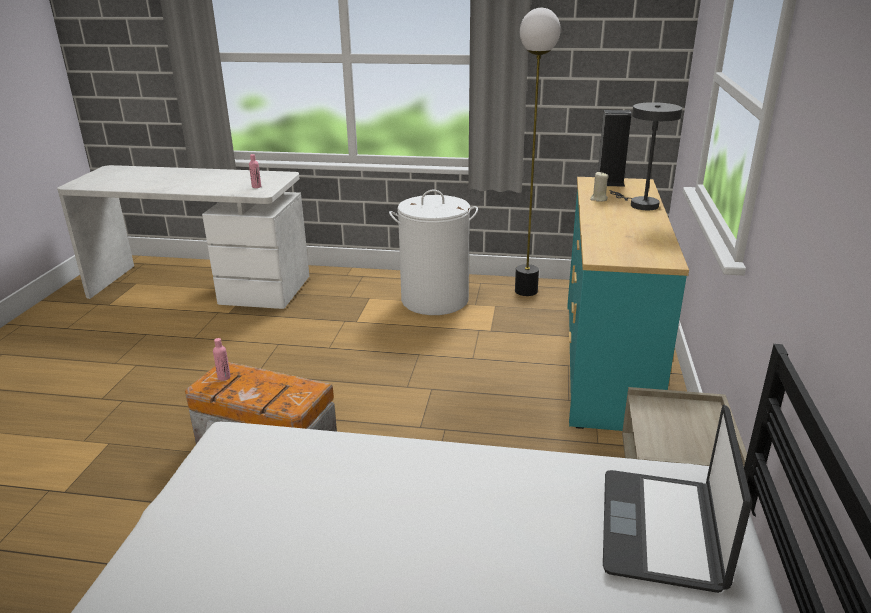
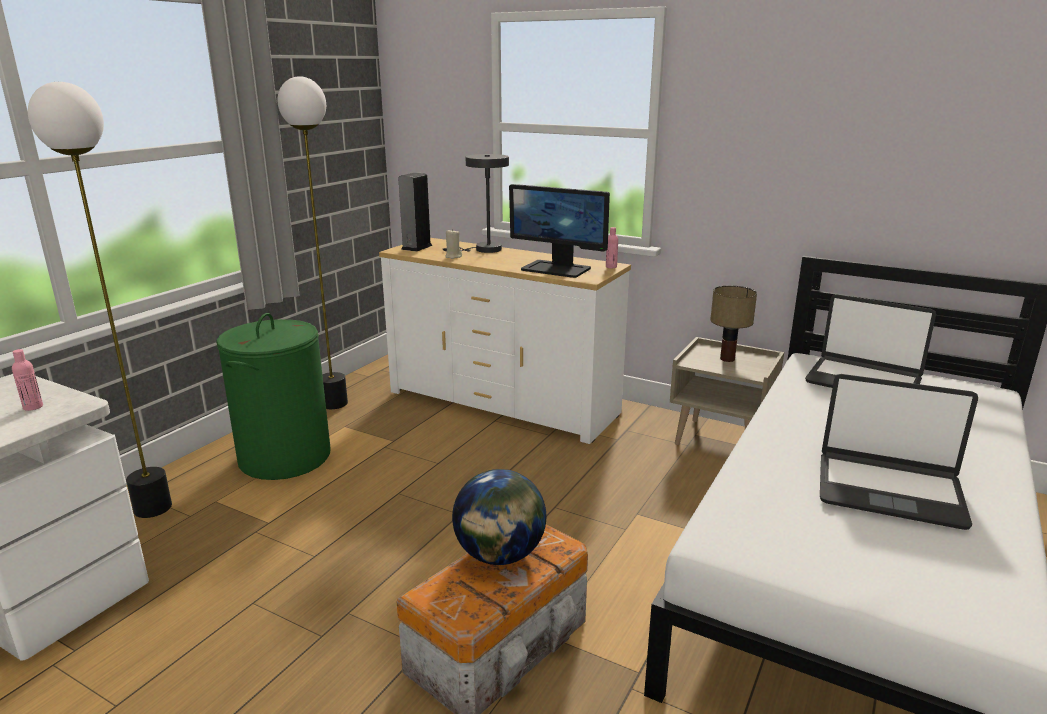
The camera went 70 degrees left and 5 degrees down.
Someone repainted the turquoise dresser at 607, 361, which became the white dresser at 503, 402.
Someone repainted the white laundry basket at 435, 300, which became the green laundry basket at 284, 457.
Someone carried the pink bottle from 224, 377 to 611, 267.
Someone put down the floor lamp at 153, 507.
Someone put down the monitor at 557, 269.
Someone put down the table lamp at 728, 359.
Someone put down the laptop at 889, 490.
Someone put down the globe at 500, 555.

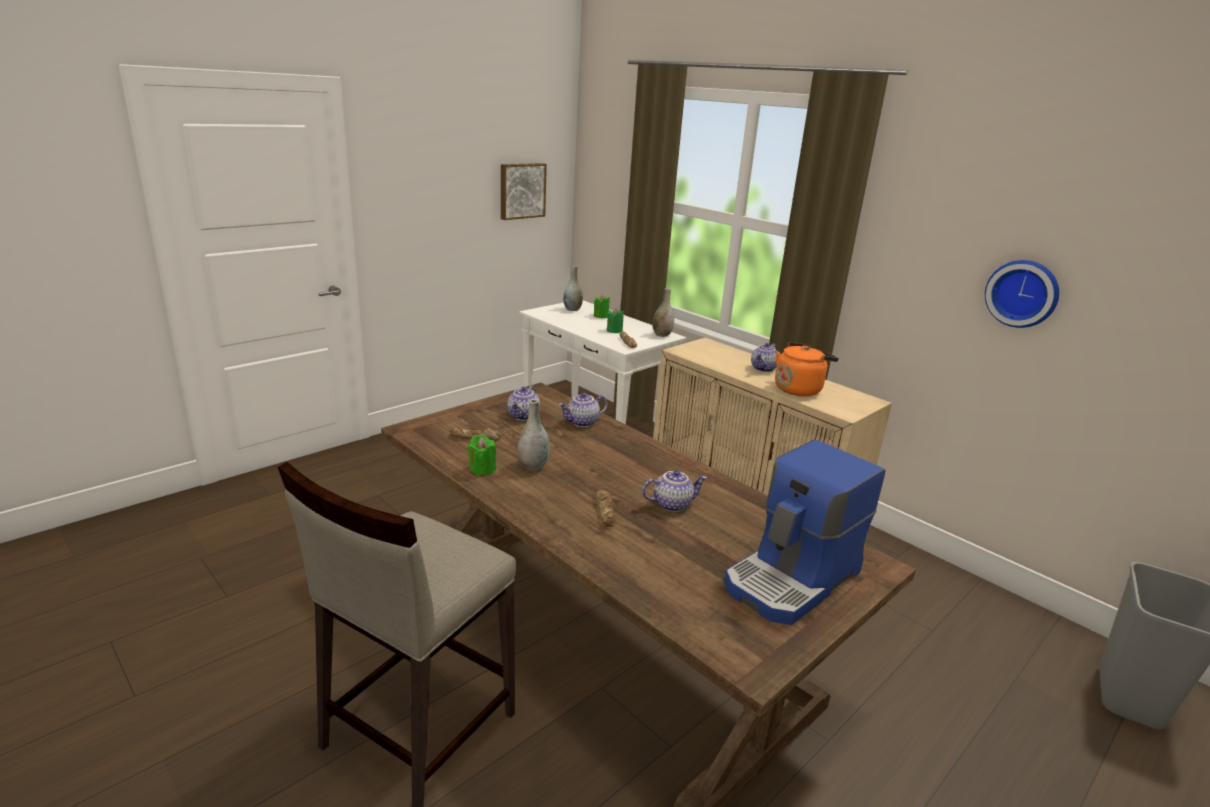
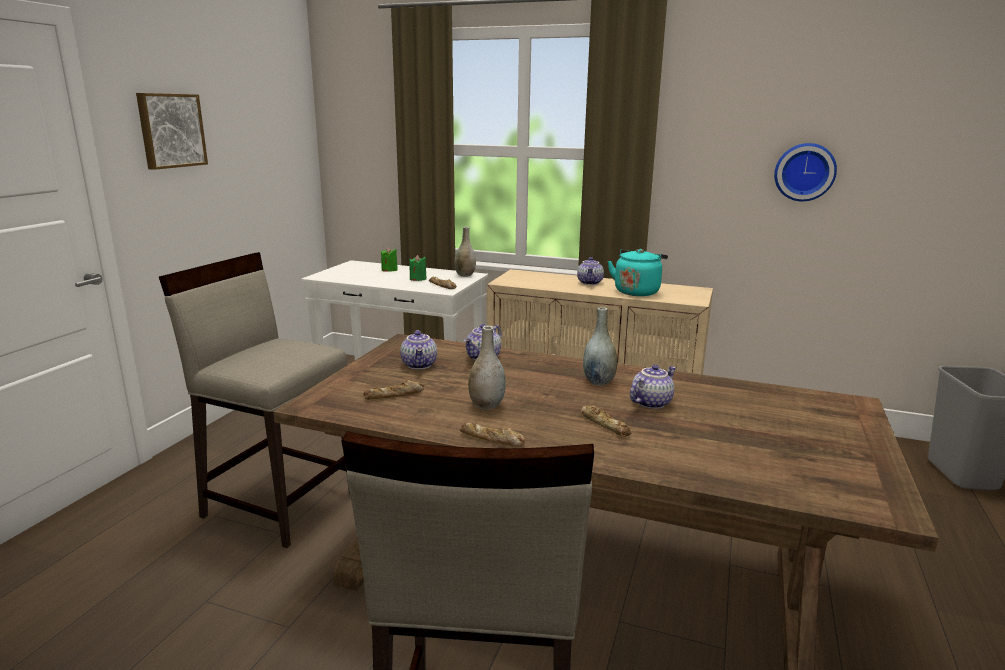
The camera went 25 degrees left and 5 degrees down.
Someone carried the picture from 521, 190 to 170, 130.
Someone carried the grey vase from 572, 309 to 598, 382.
Someone repainted the orange kettle at 799, 389, which became the turquoise kettle at 637, 291.
Someone took away the green candle at 482, 470.
Someone took away the coffee machine at 793, 580.
Someone put down the beige stool at 280, 503.
Someone put down the bread at 492, 439.

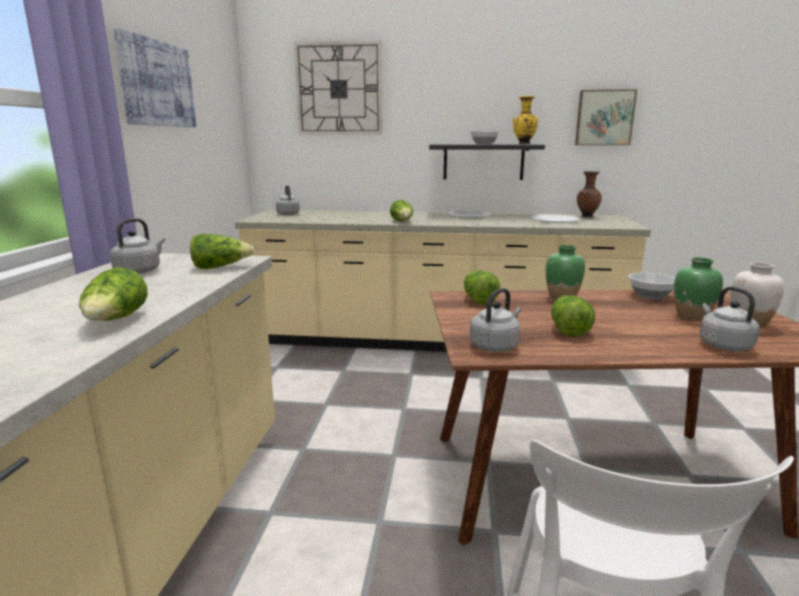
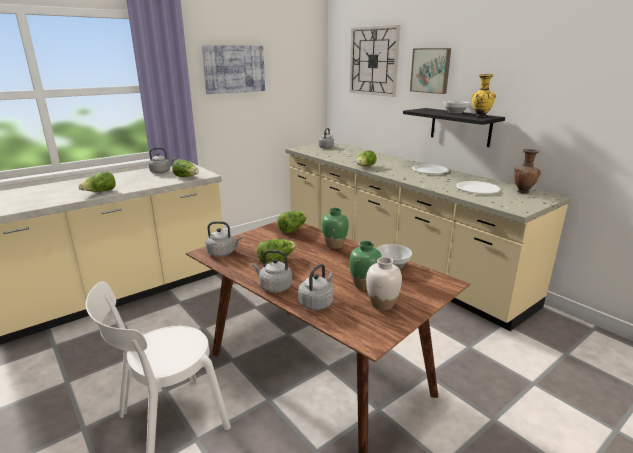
The camera went 45 degrees right and 5 degrees up.
Someone carried the picture from 604, 118 to 431, 70.
Someone put down the grey kettle at 274, 287.

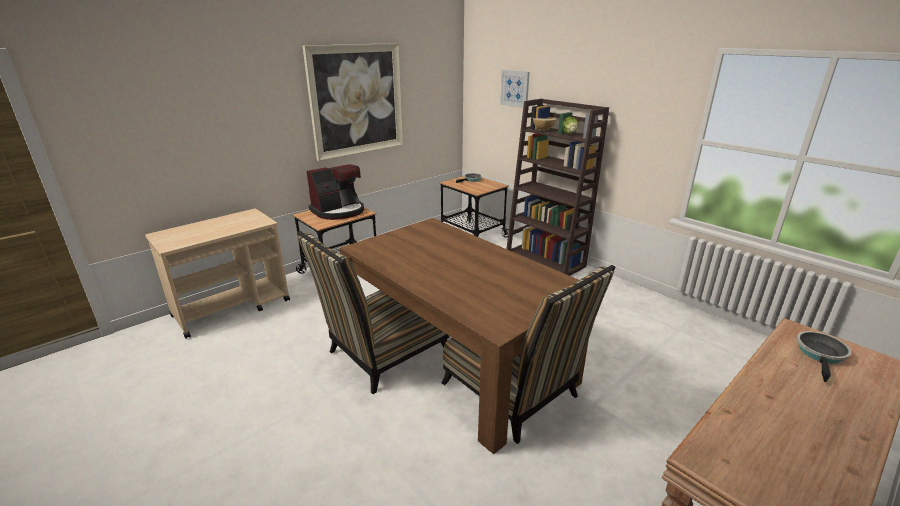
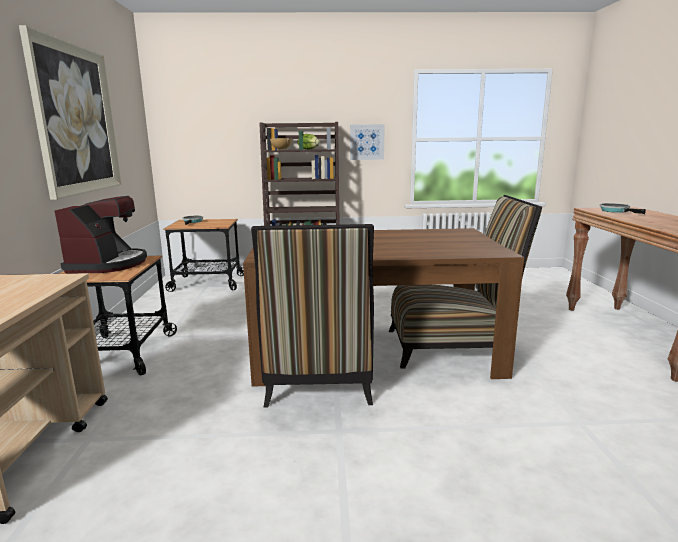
The camera went 50 degrees left and 10 degrees down.
Someone carried the picture from 515, 88 to 367, 142.

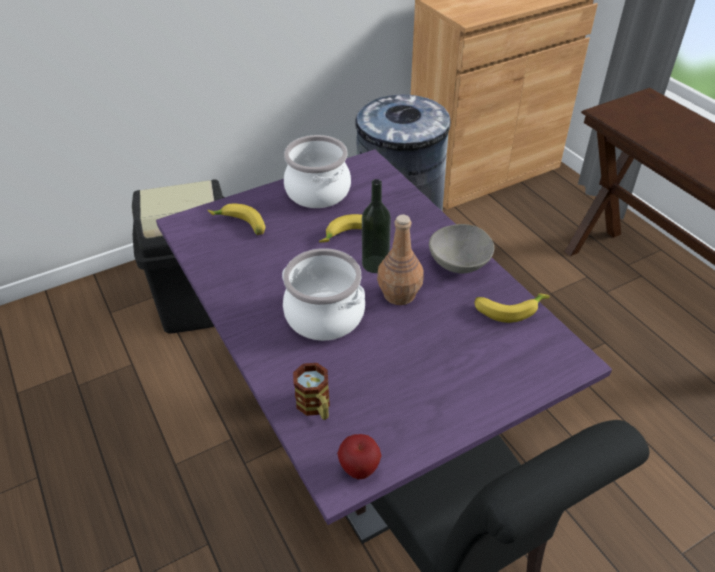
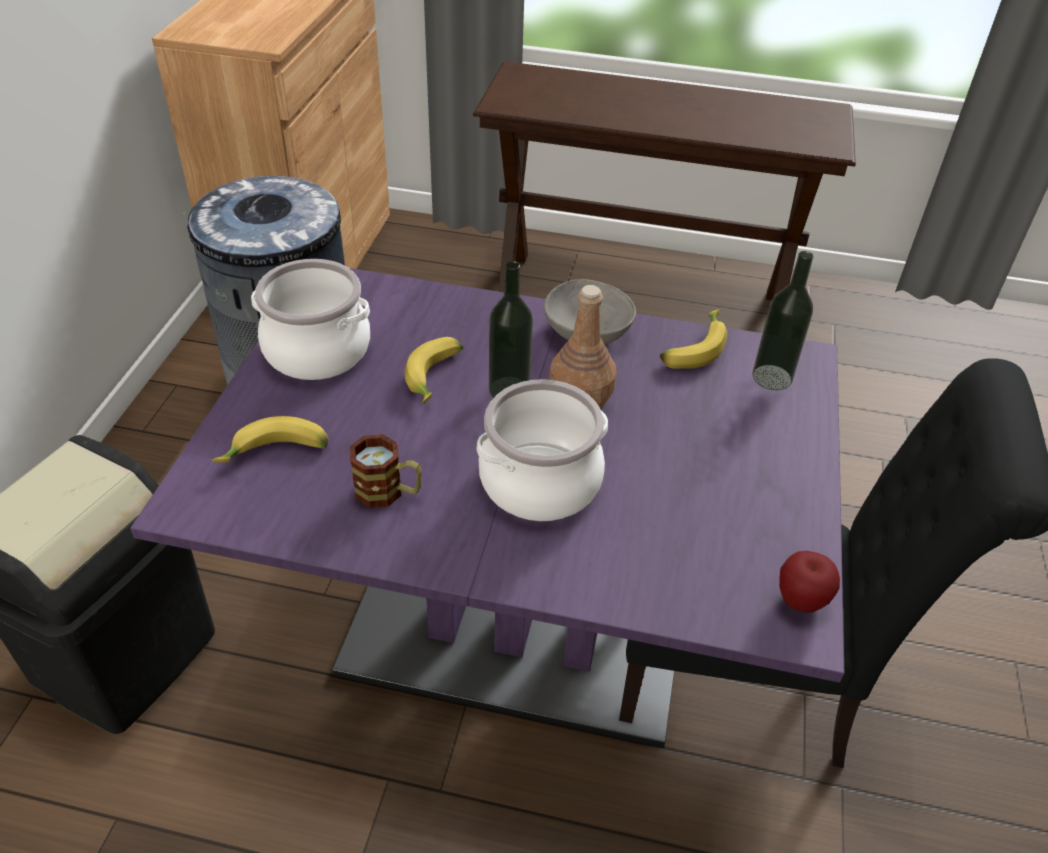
The camera went 50 degrees left and 0 degrees up.
Someone carried the mug from 316, 407 to 388, 492.
Someone put down the bottle at 772, 377.

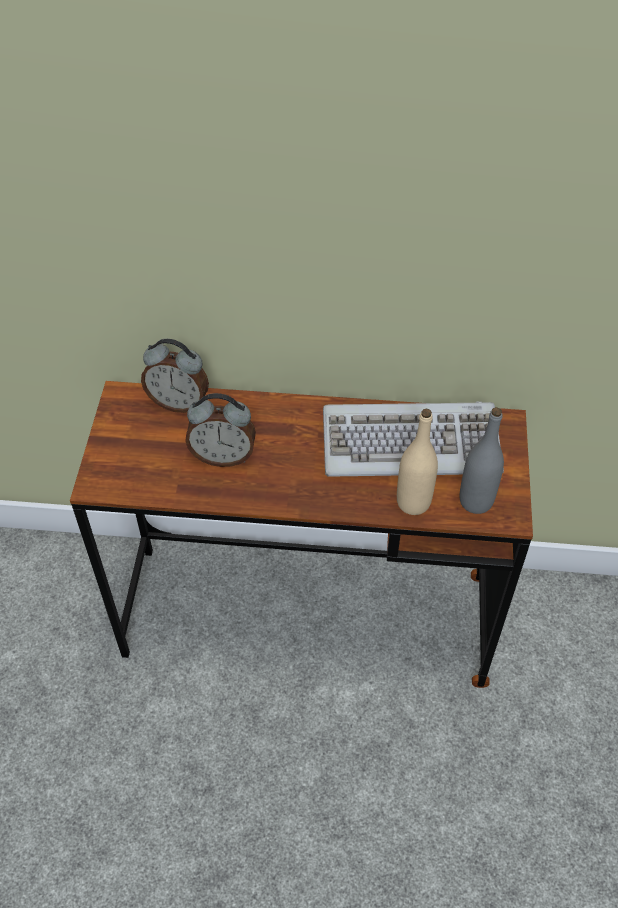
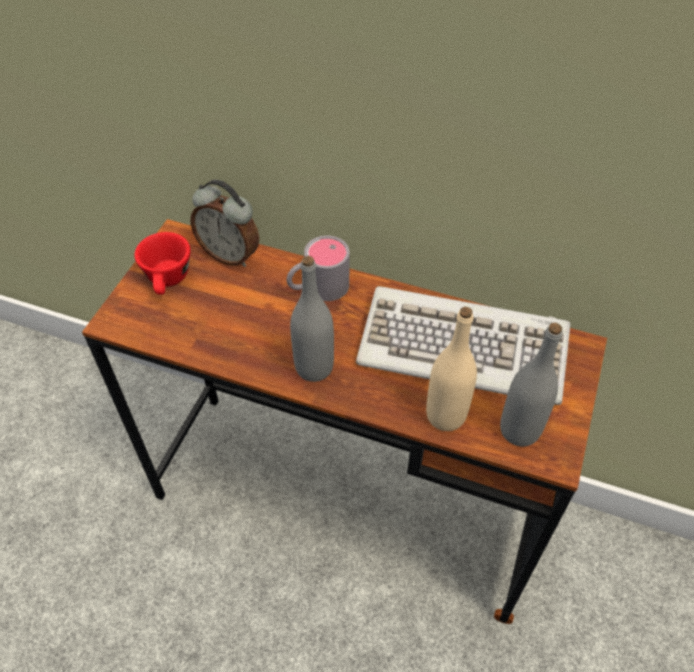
The camera went 15 degrees right and 0 degrees up.
Someone took away the alarm clock at 223, 456.
Someone put down the red cup at 168, 281.
Someone put down the grey mug at 318, 288.
Someone put down the grey bottle at 314, 367.

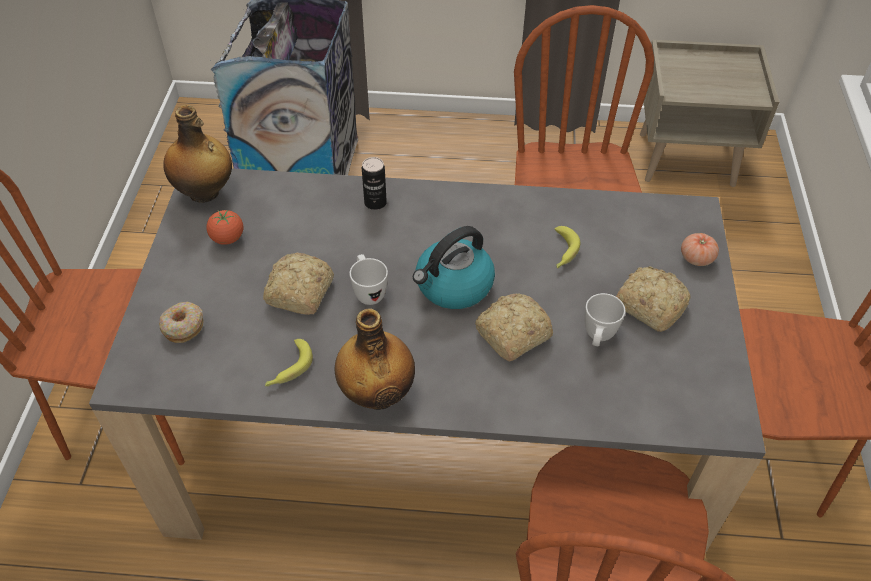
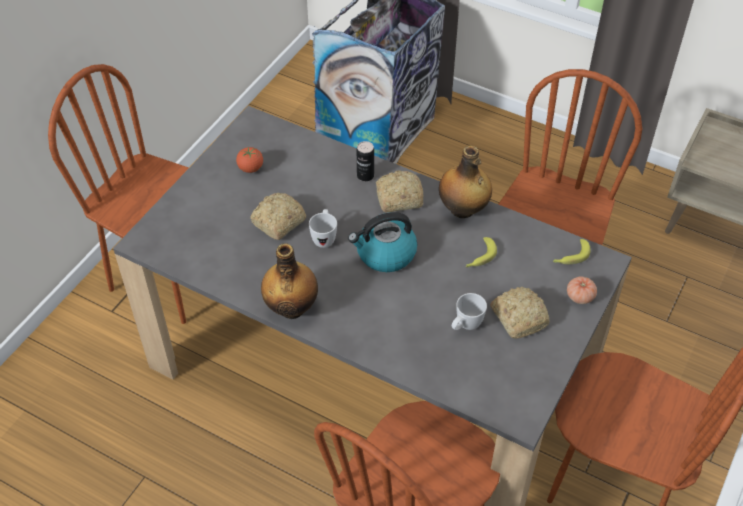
The camera went 25 degrees right and 0 degrees up.
Someone carried the bottle from 205, 193 to 463, 210.
Someone carried the bread from 511, 335 to 397, 198.
Someone took away the donut at 183, 326.
Someone carried the banana from 288, 369 to 570, 256.

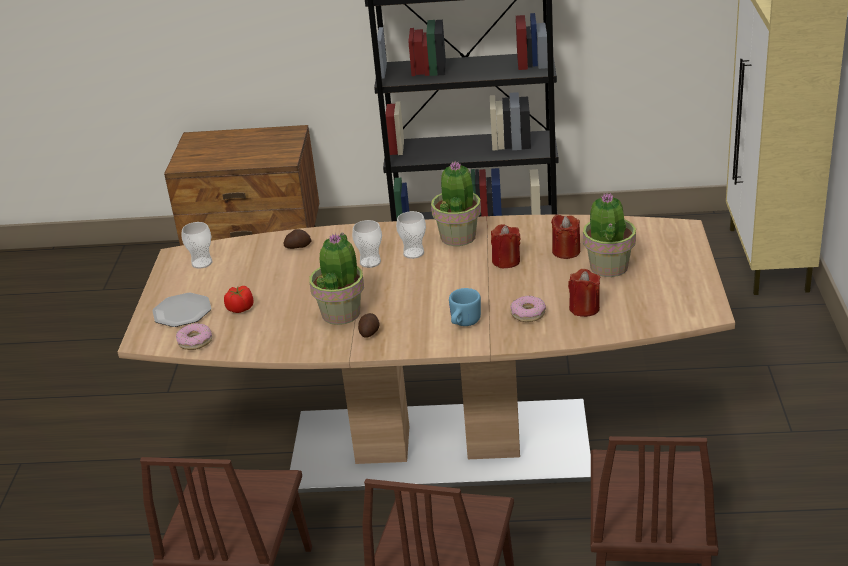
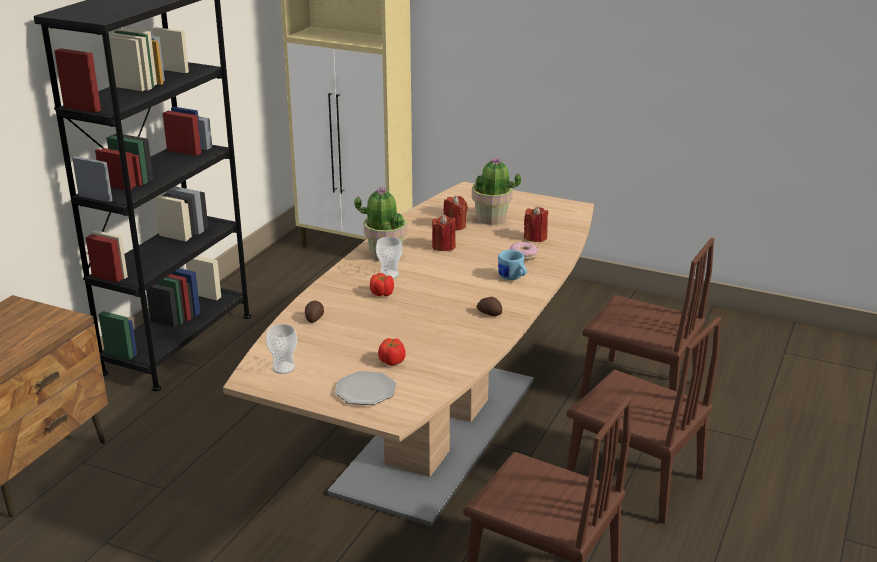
The camera went 70 degrees left and 5 degrees down.
Someone swapped the cup at 370, 262 for the tomato at 382, 293.
Someone took away the potted plant at 342, 313.
Someone took away the donut at 195, 341.

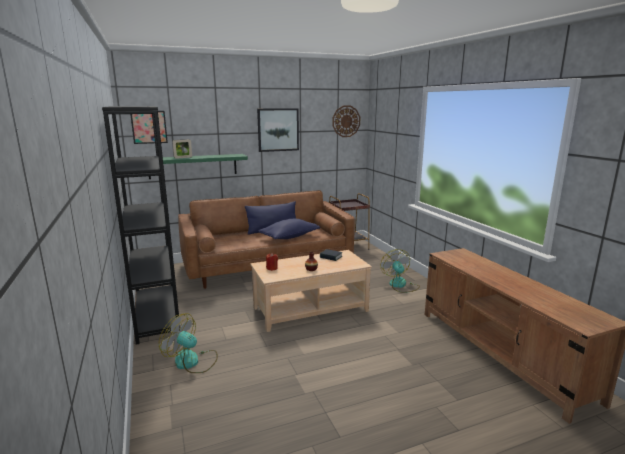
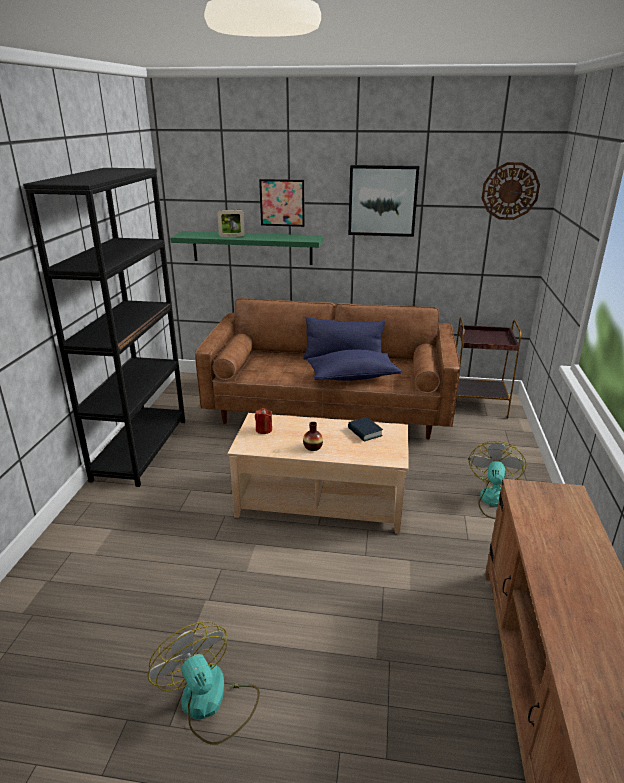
The camera went 30 degrees right and 10 degrees up.
Someone carried the picture from 149, 127 to 282, 203.
Someone carried the fan from 192, 362 to 210, 703.

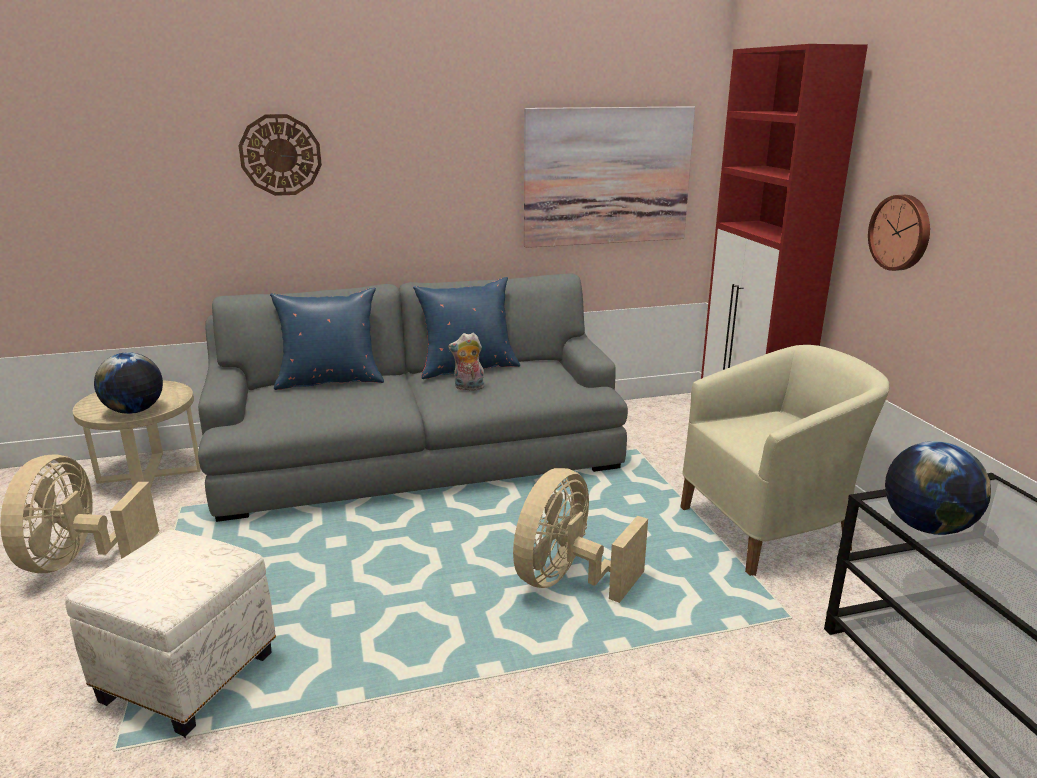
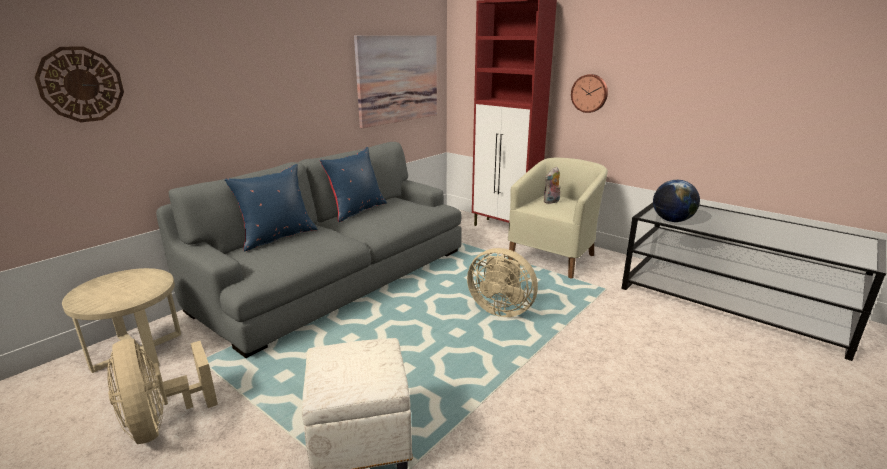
The camera went 35 degrees left and 0 degrees up.
Someone carried the wall clock from 280, 155 to 81, 84.
Someone carried the plush toy from 468, 388 to 551, 202.
Someone took away the globe at 134, 411.
Someone rotated the beige fan at 567, 580 by 60 degrees counterclockwise.

